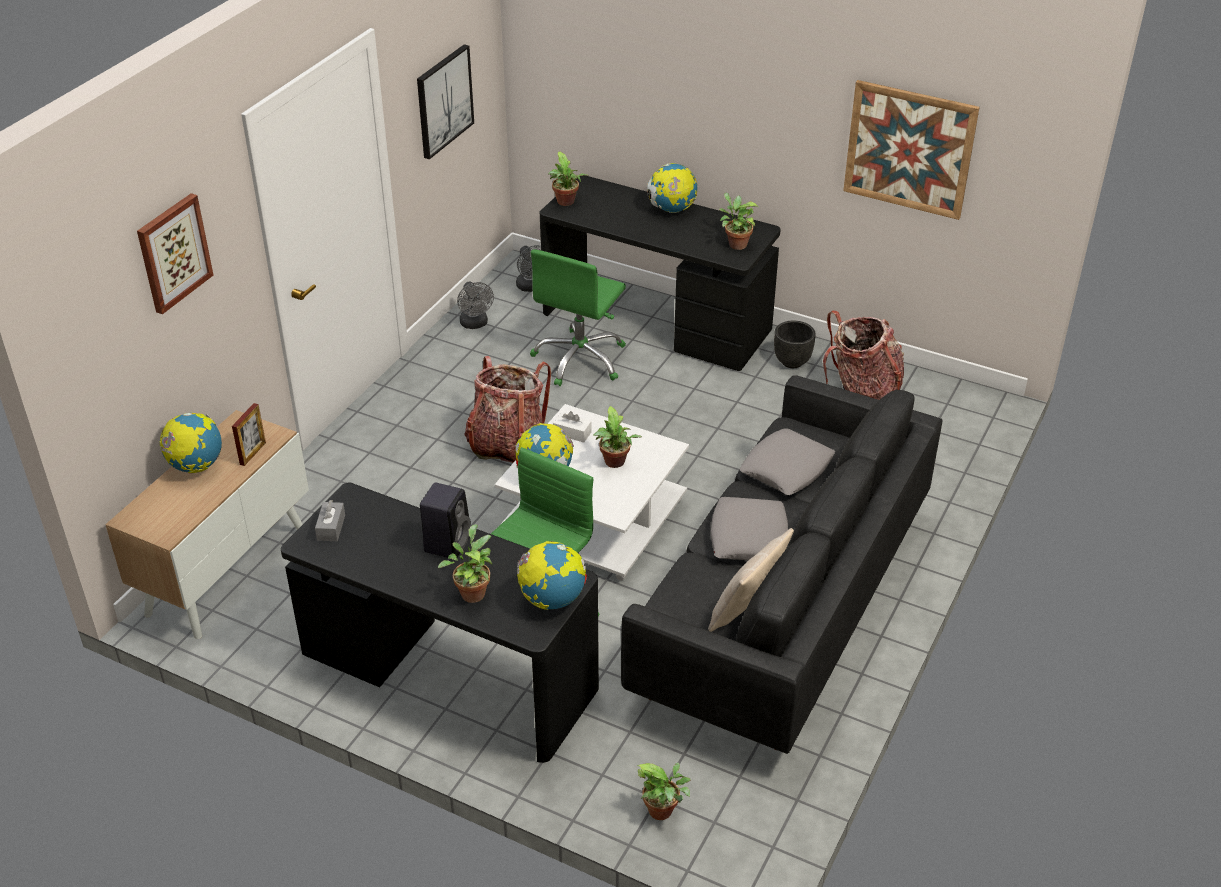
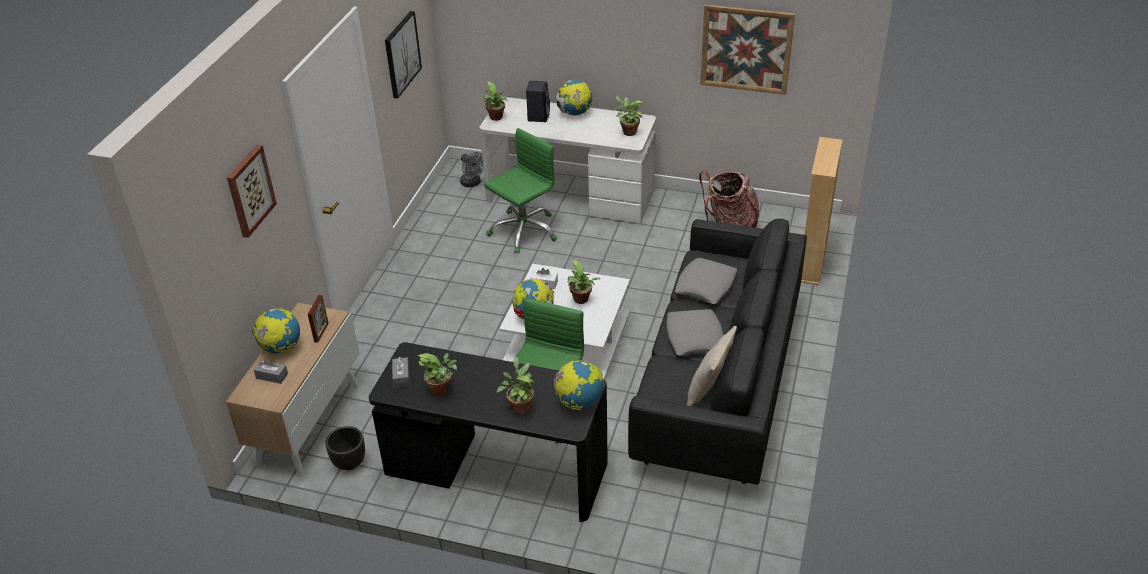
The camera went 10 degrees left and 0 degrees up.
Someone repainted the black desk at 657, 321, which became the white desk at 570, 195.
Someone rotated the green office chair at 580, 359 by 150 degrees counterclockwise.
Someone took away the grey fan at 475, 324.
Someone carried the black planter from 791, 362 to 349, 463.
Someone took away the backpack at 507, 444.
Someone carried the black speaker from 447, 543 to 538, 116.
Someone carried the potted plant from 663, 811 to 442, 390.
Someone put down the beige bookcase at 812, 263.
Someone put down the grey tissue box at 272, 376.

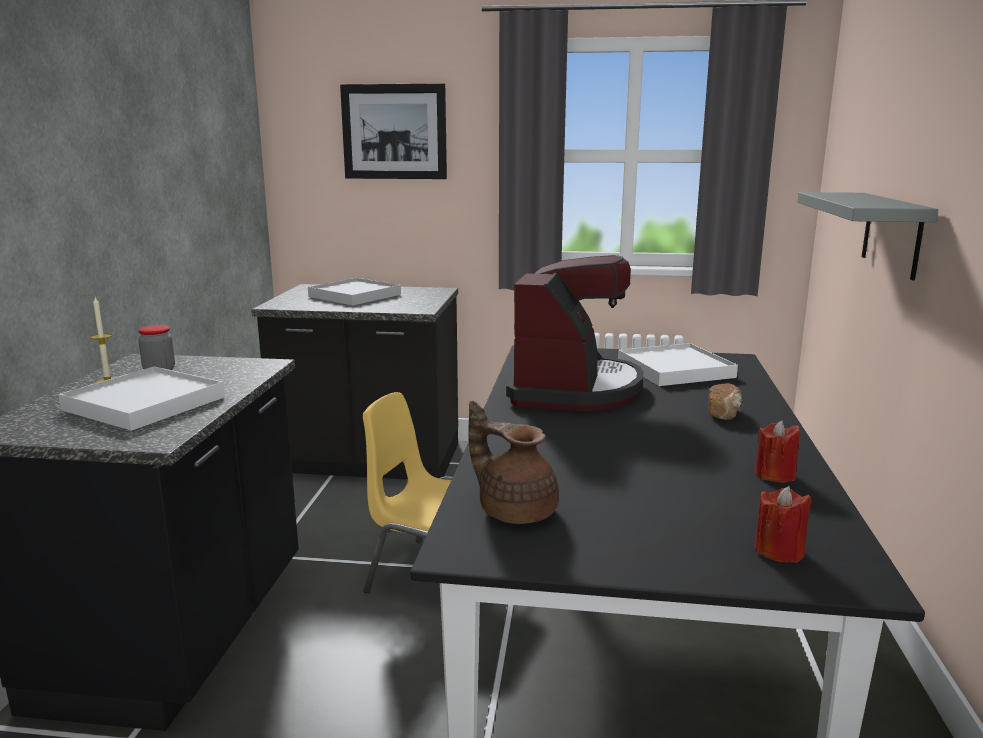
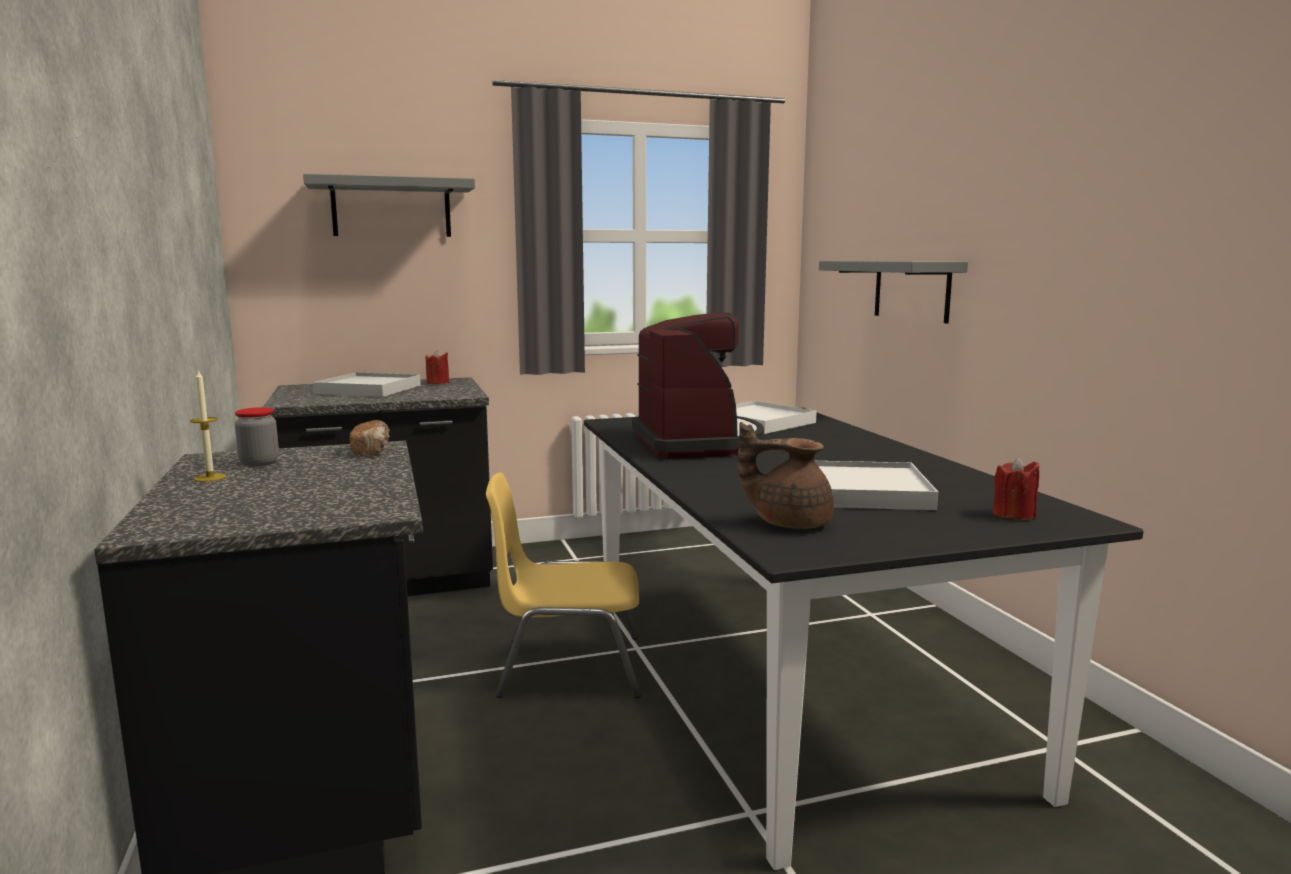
The camera went 25 degrees left and 5 degrees down.
Someone swapped the picture at 394, 132 for the grey shelf at 391, 208.
Someone carried the white tray from 145, 403 to 864, 492.
Someone carried the bread from 724, 413 to 372, 451.
Someone carried the red candle from 774, 475 to 438, 383.

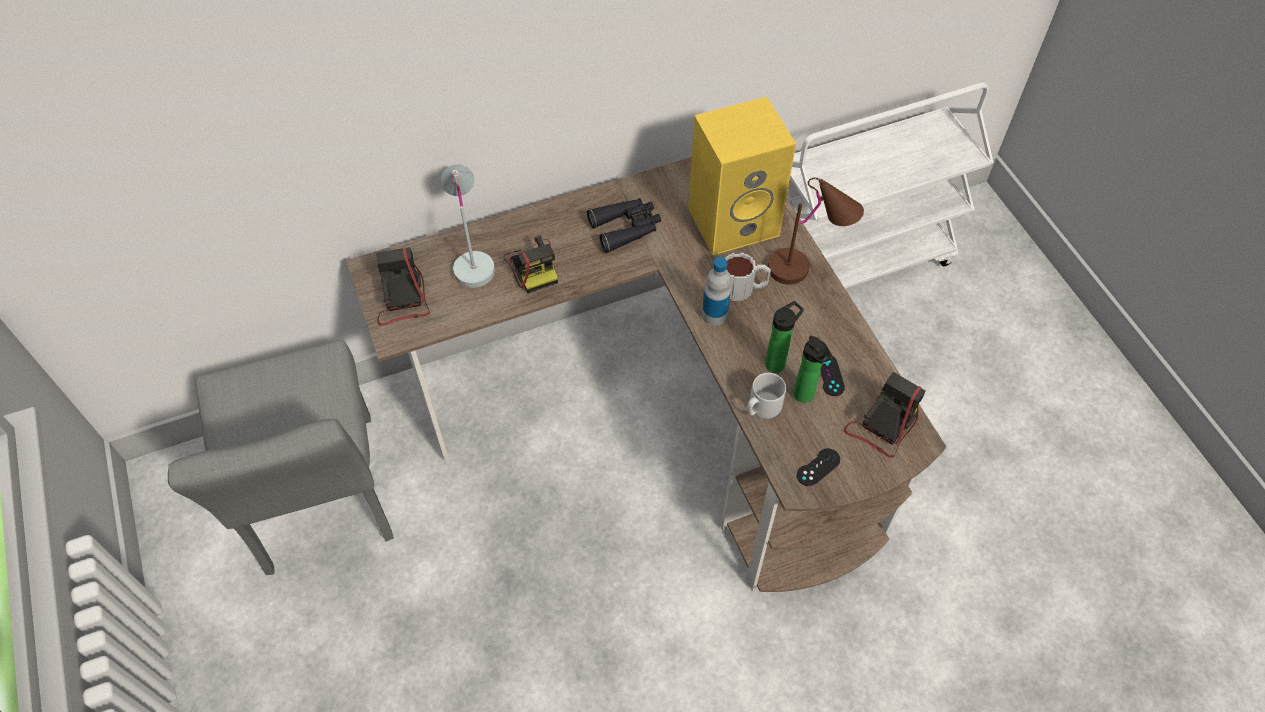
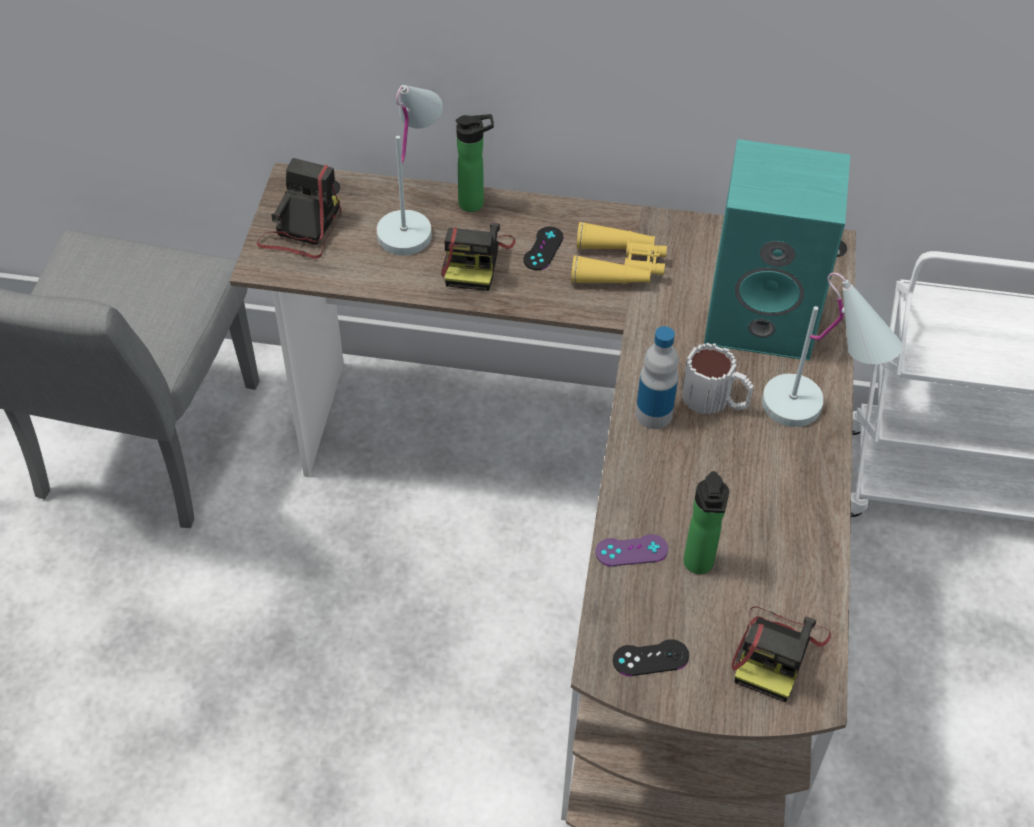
The camera went 30 degrees right and 5 degrees down.
Someone repainted the yellow speaker at 734, 220, which became the turquoise speaker at 764, 316.
Someone repainted the brown table lamp at 807, 269, which became the white table lamp at 817, 416.
Someone repainted the black binoculars at 626, 228, which became the yellow binoculars at 619, 266.
Someone carried the bottle from 777, 362 to 475, 203.
Someone carried the black game controller from 830, 375 to 543, 248.
Someone rotated the photo camera at 883, 425 by 135 degrees clockwise.
Someone swapped the grey mug at 762, 407 for the purple game controller at 631, 550.

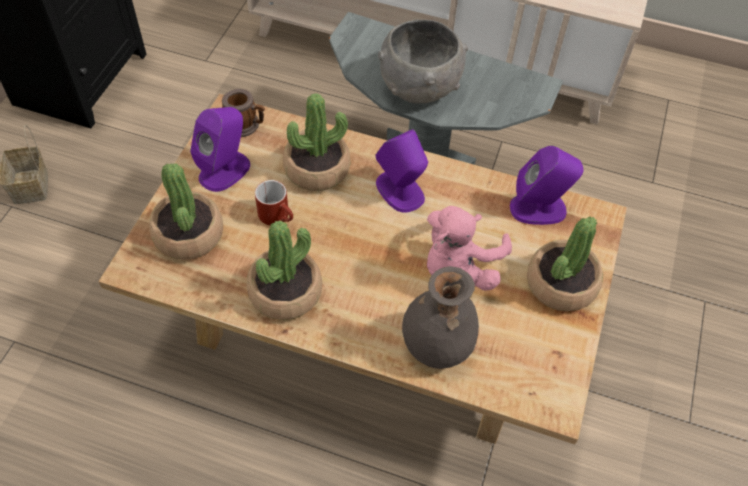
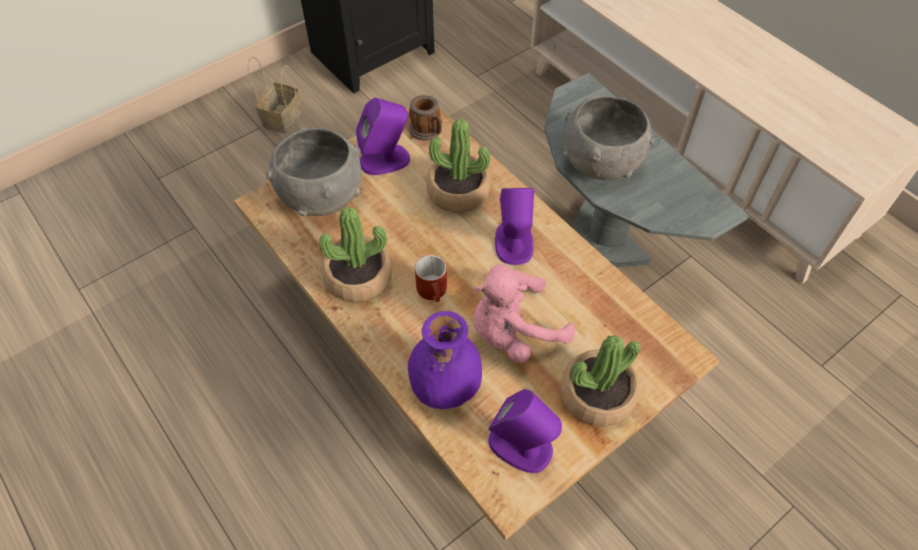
The camera went 35 degrees right and 0 degrees up.
Someone carried the purple speaker from 539, 208 to 521, 446.
Someone swapped the potted plant at 188, 234 for the grey bowl at 321, 196.
Someone carried the red mug from 278, 216 to 434, 292.
Someone repainted the grey vase at 436, 346, which became the purple vase at 444, 386.

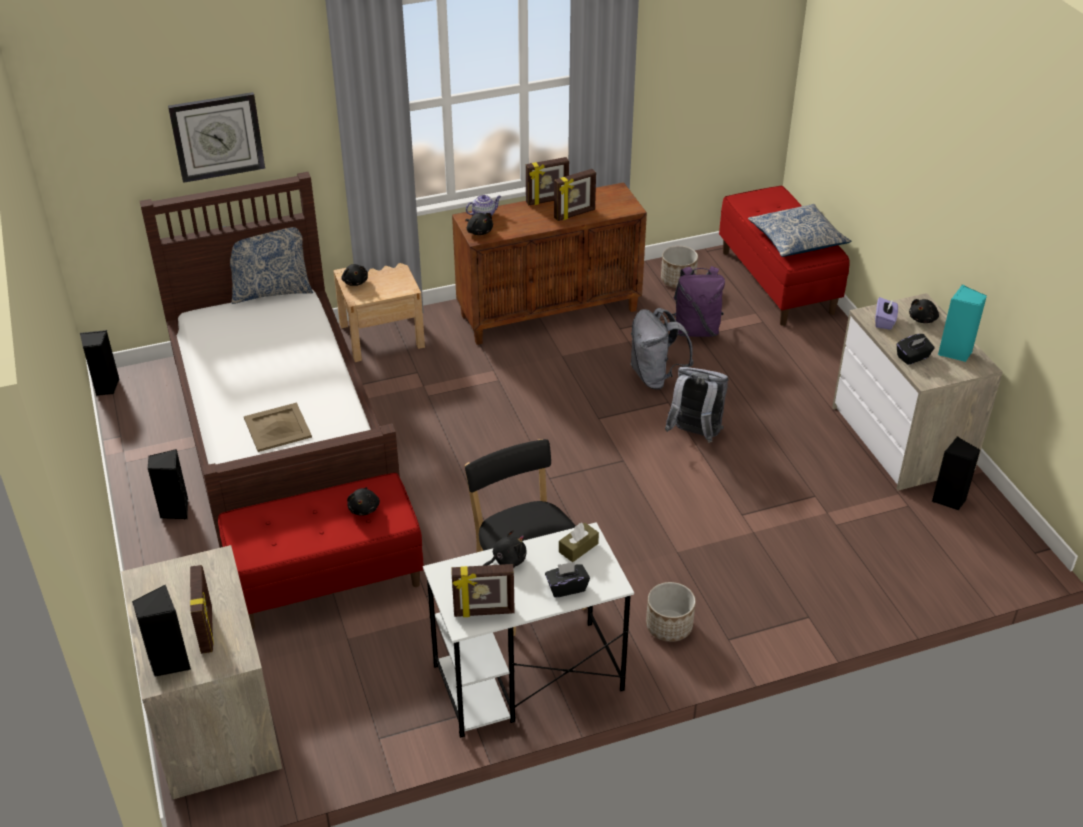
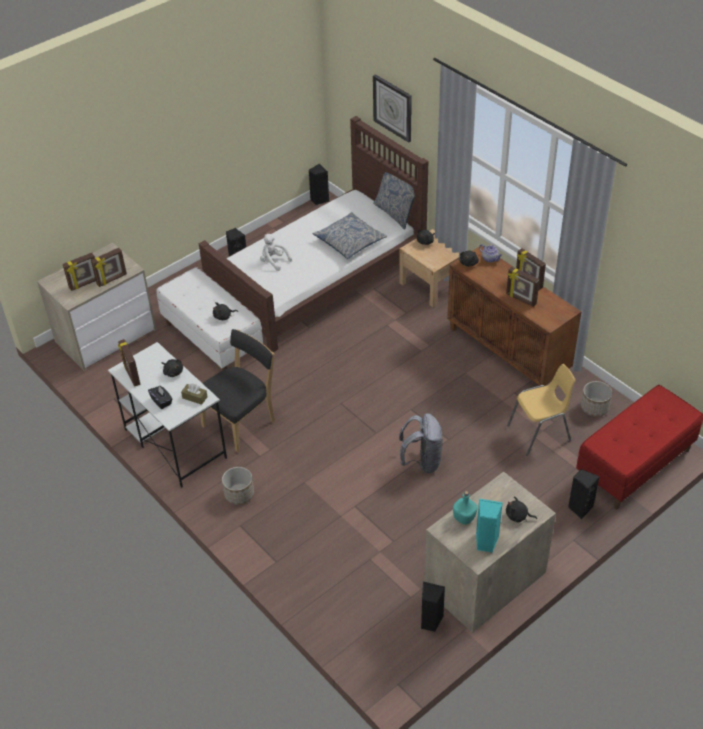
The camera went 70 degrees right and 5 degrees up.
Someone carried the pillow from 797, 240 to 349, 241.
Someone swapped the purple backpack at 696, 330 for the yellow chair at 540, 433.
Someone took away the purple tissue box at 884, 321.
Someone took away the grey backpack at 656, 377.
Someone swapped the black tissue box at 913, 357 for the turquoise bottle at 464, 518.
Someone swapped the beige tray at 277, 427 for the white plush toy at 274, 261.
Someone repainted the red bench at 327, 580, which became the white bench at 213, 339.
Someone carried the black speaker from 169, 662 to 580, 508.
Someone put down the picture frame at 112, 279.

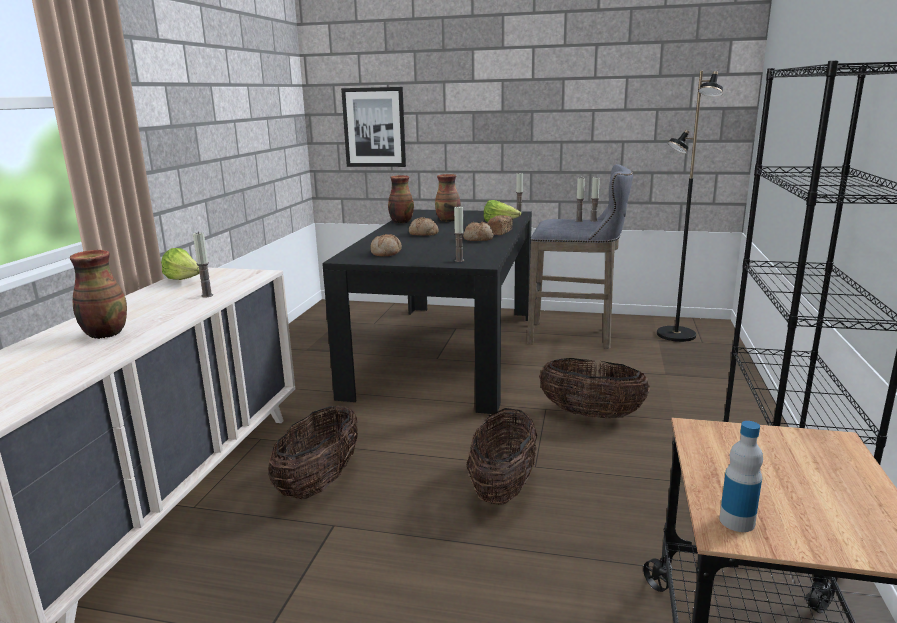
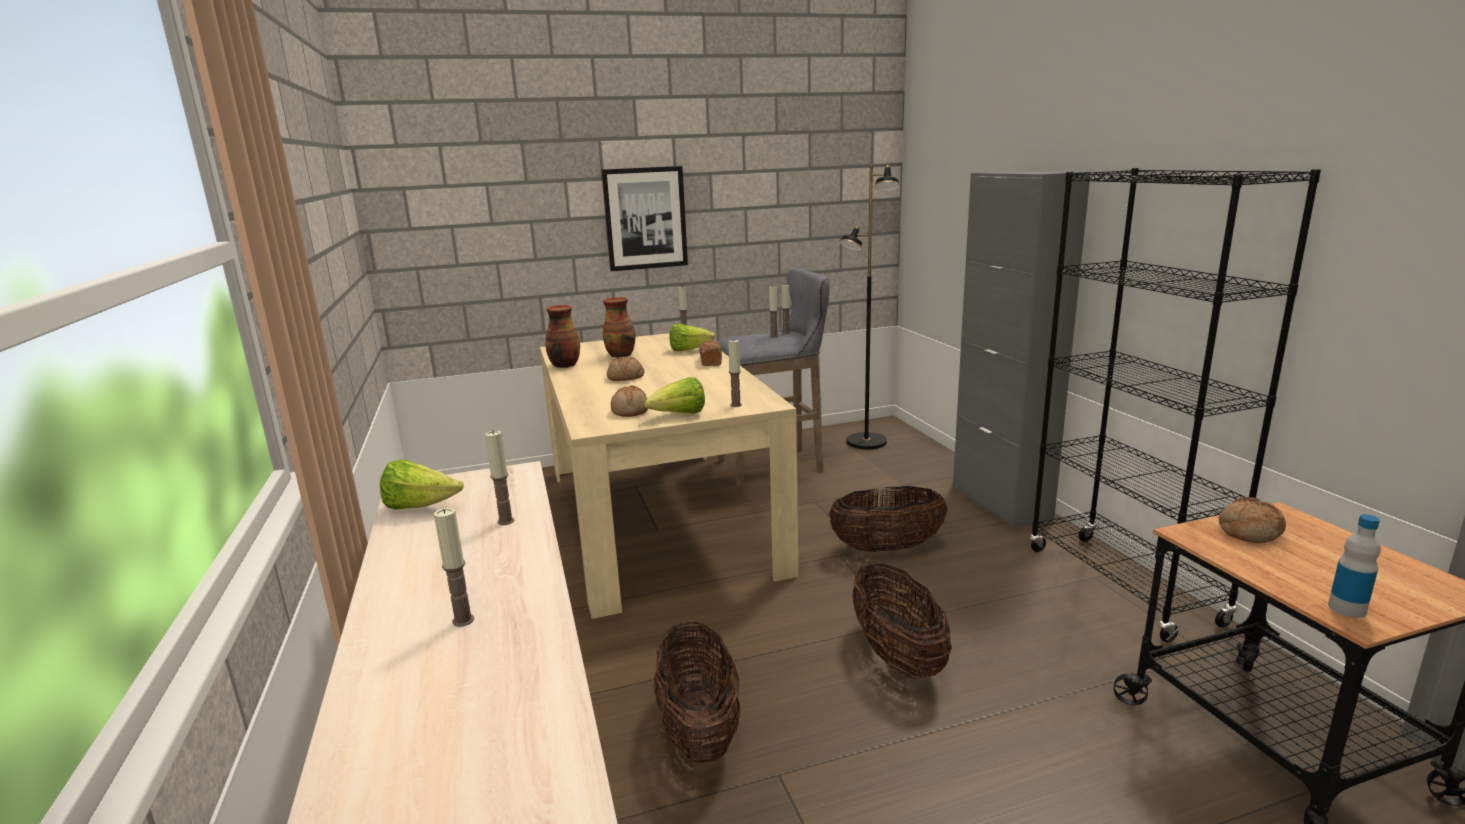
The camera went 30 degrees left and 0 degrees up.
Someone carried the picture from 374, 127 to 645, 218.
Someone repainted the black dining table at 446, 351, which became the beige dining table at 658, 517.
Someone carried the bread from 478, 239 to 1248, 531.
Someone swapped the vase at 104, 333 for the candle at 463, 620.
Someone put down the grey cabinet at 1000, 502.
Someone put down the lettuce at 679, 415.

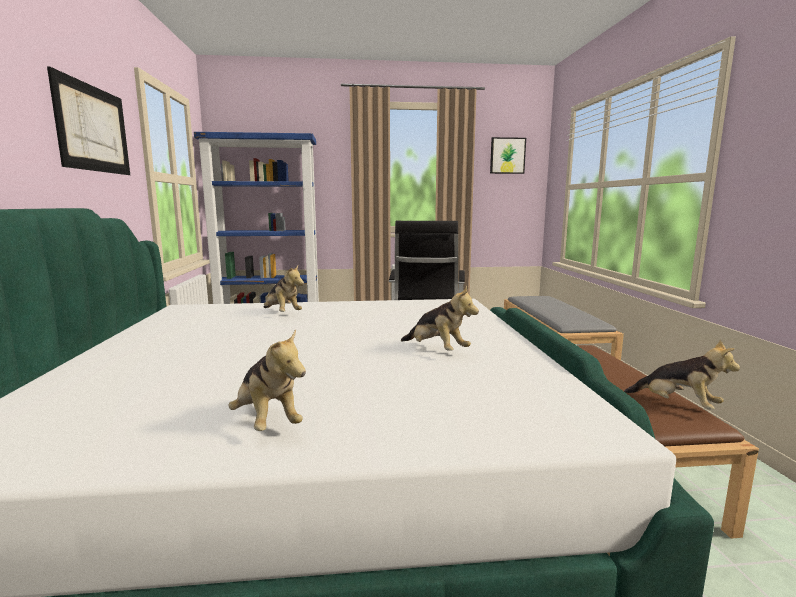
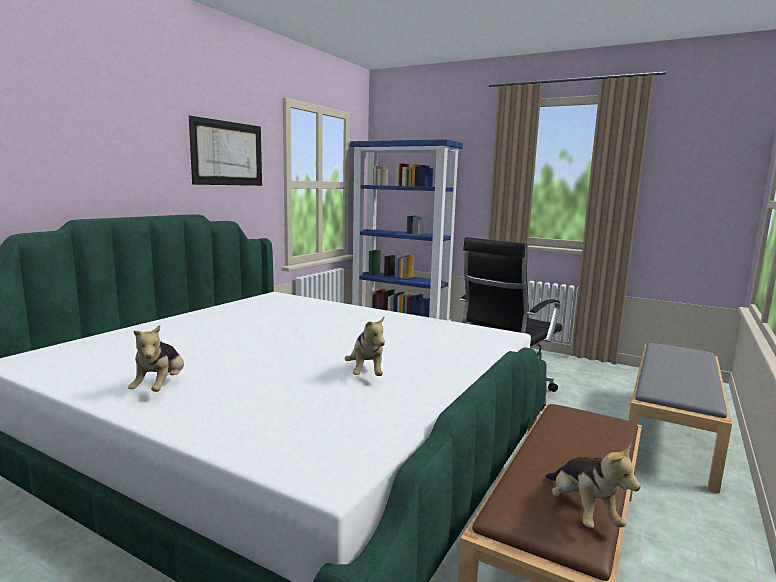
The camera went 35 degrees right and 0 degrees up.
Someone took away the picture at 507, 156.
Someone took away the plush toy at 282, 313.

